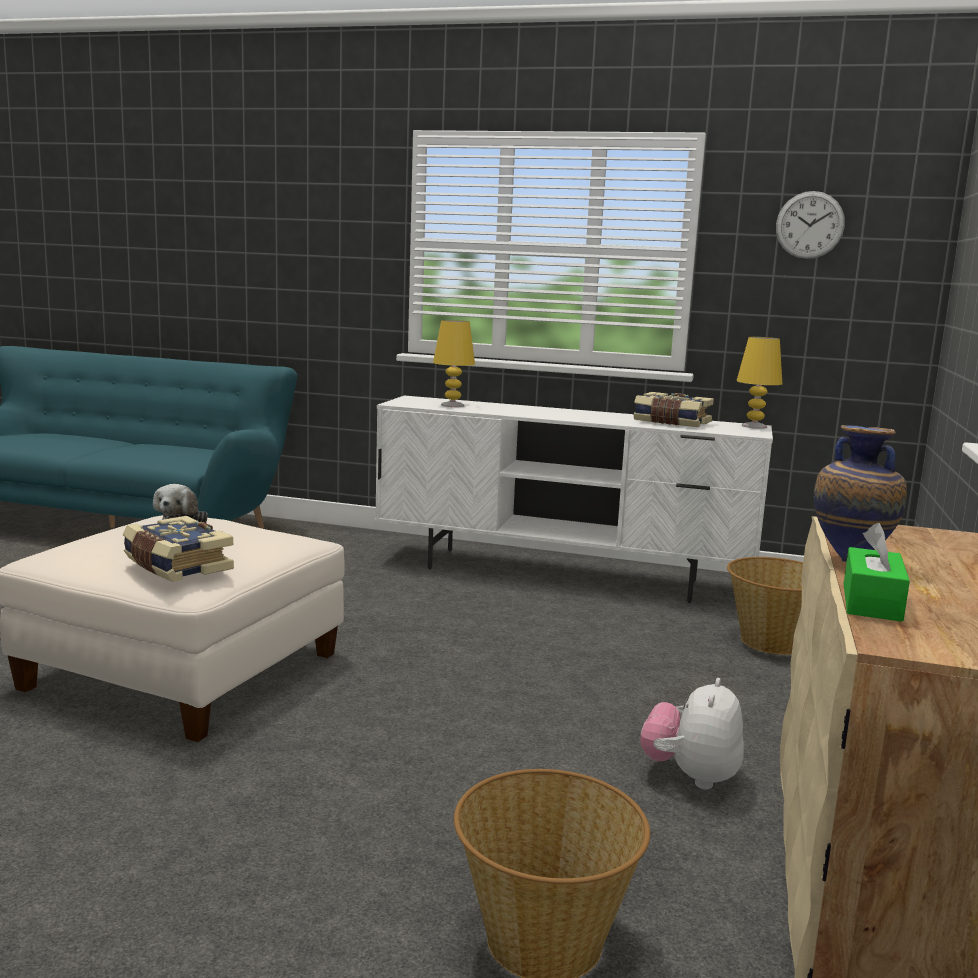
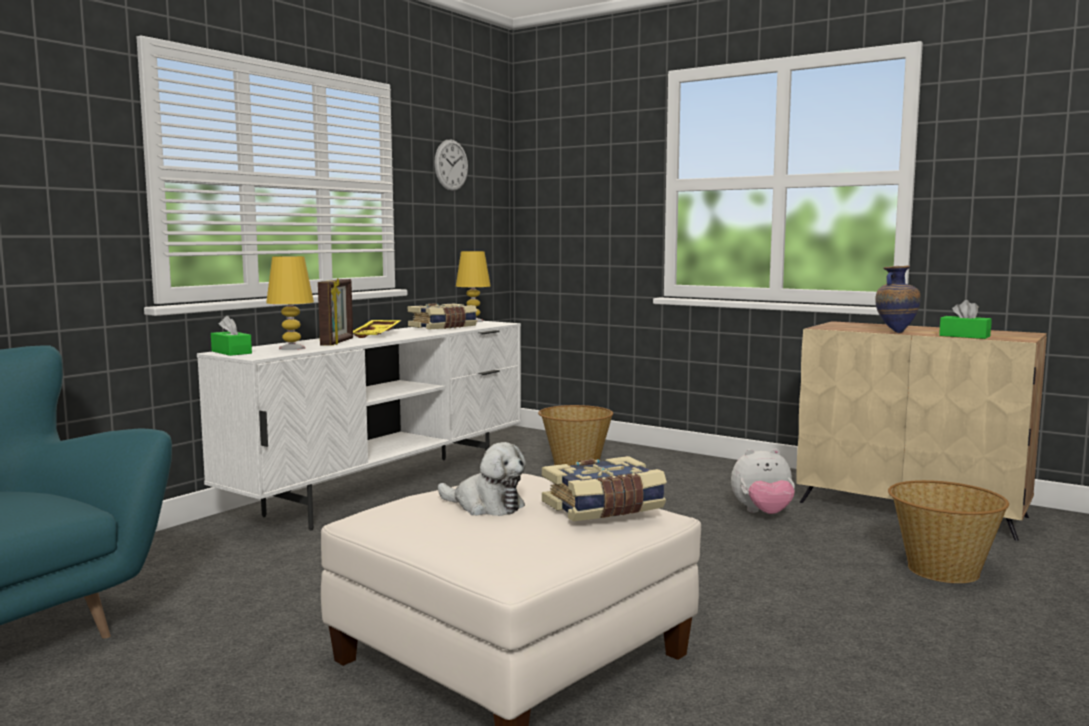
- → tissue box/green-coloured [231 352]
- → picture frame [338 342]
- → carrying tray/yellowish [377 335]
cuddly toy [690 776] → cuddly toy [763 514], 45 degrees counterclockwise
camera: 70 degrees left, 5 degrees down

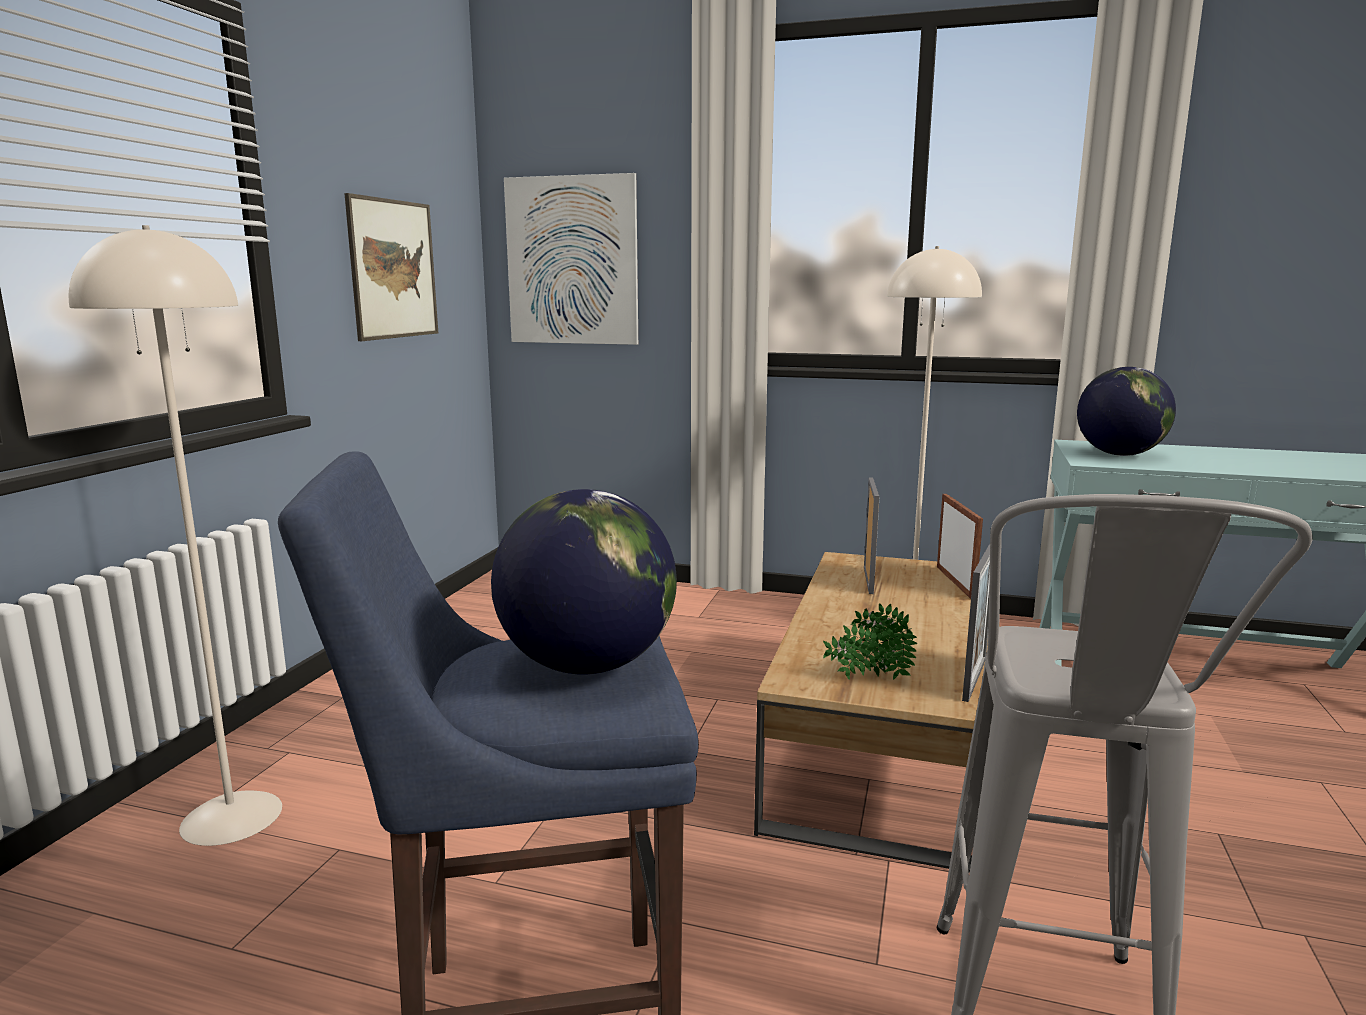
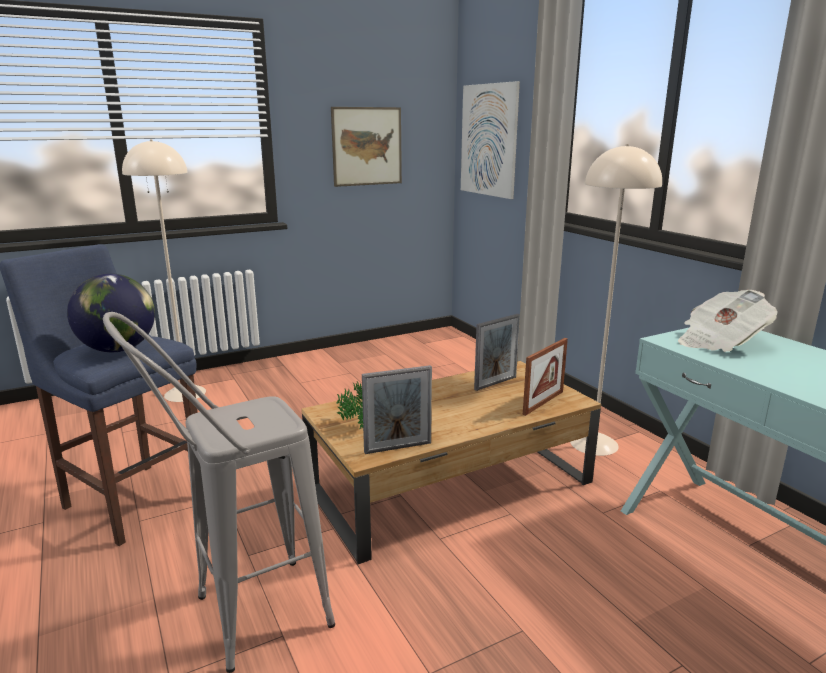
world globe [1119 455] → daily paper [719 342]
camera: 45 degrees right, 5 degrees up

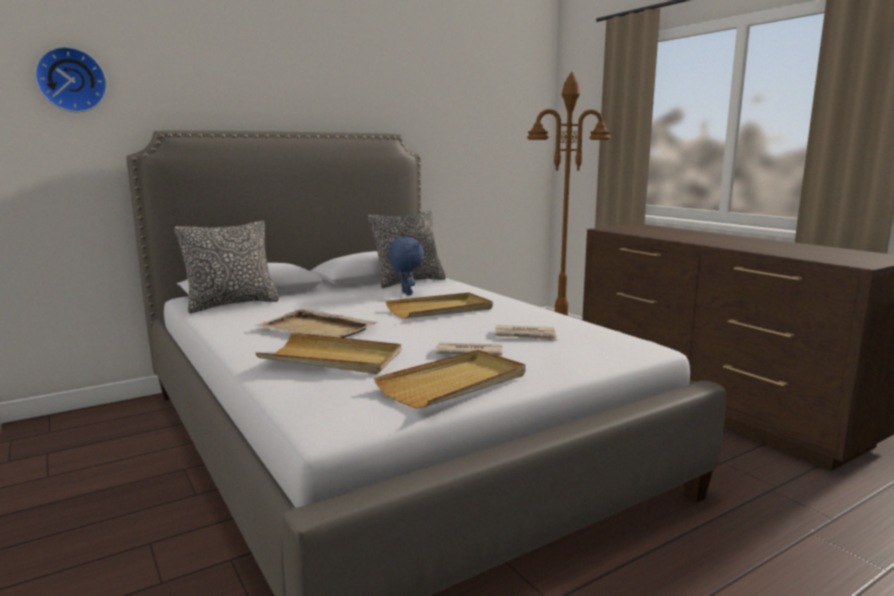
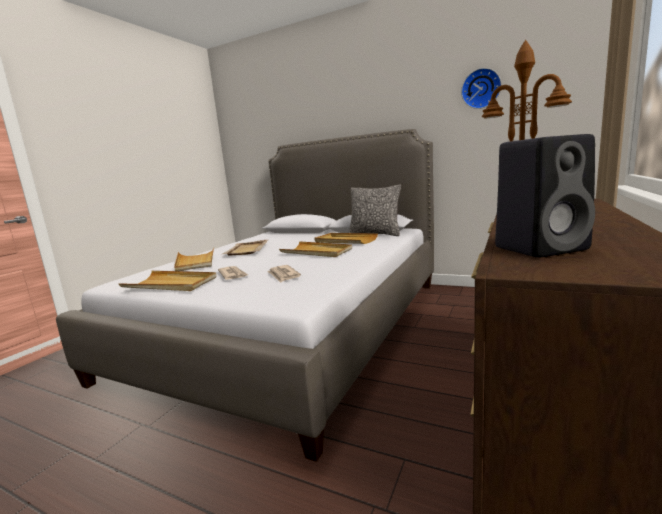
throw pillow [232 304] → -
- → loudspeaker/black-coloured [542 248]
clock on the wall [71 80] → clock on the wall [481 89], shifted
cuddly toy/bluish [405 293] → carrying tray/sand-coloured [345 241]
camera: 60 degrees right, 0 degrees up

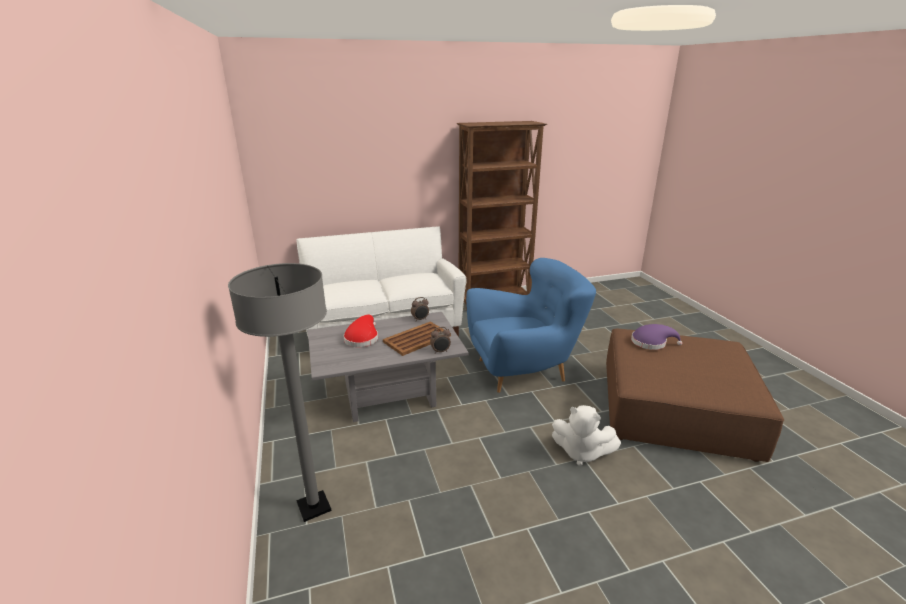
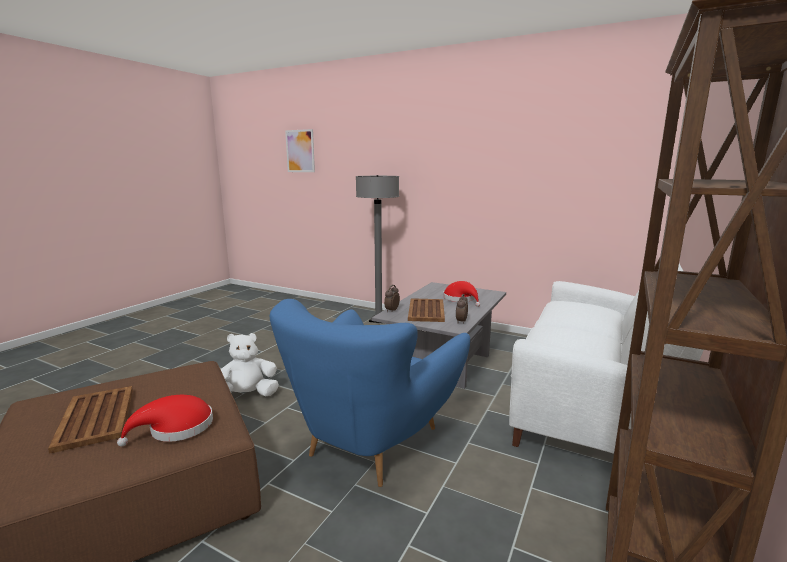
- → carrying tray/brown [95 418]
- → wall picture [300 151]
wearable hat/purplish [651 342] → wearable hat/red [176 428]
camera: 135 degrees right, 10 degrees down

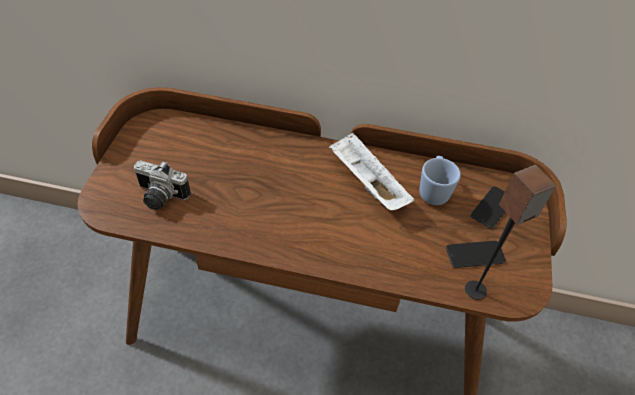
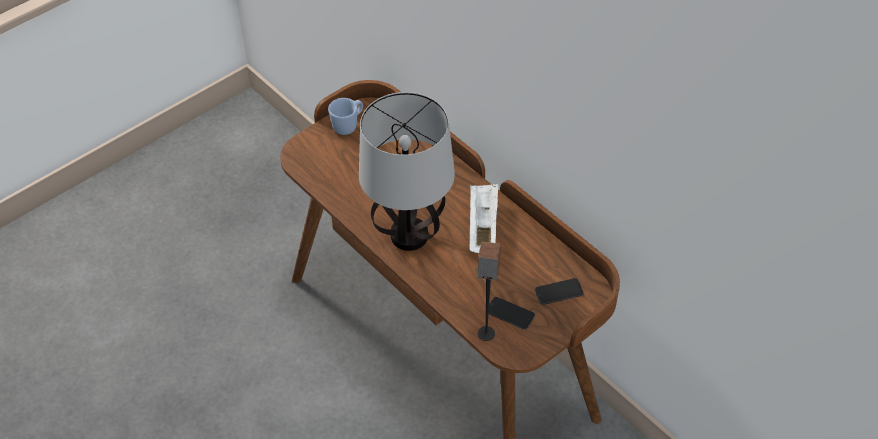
photo camera [159 197] → -
- → tabletop lamp [410 235]
coffee mug/bluish [433 191] → coffee mug/bluish [348 125], shifted
camera: 40 degrees right, 0 degrees up

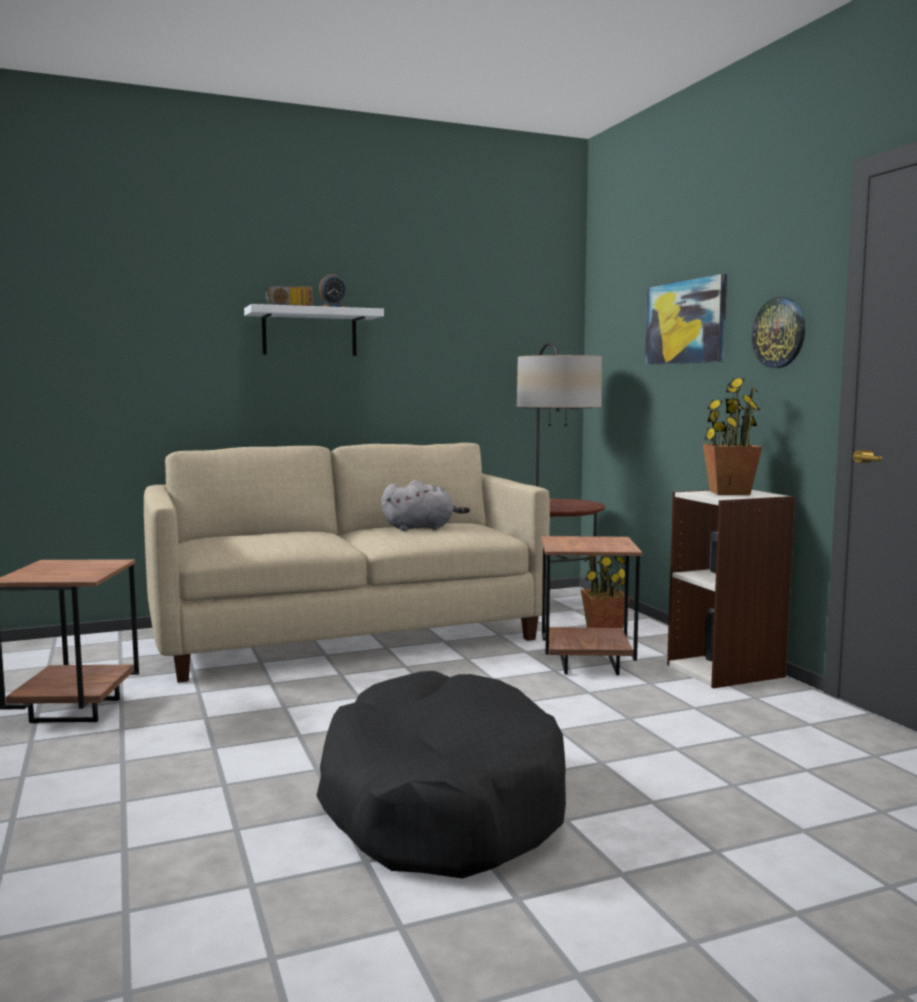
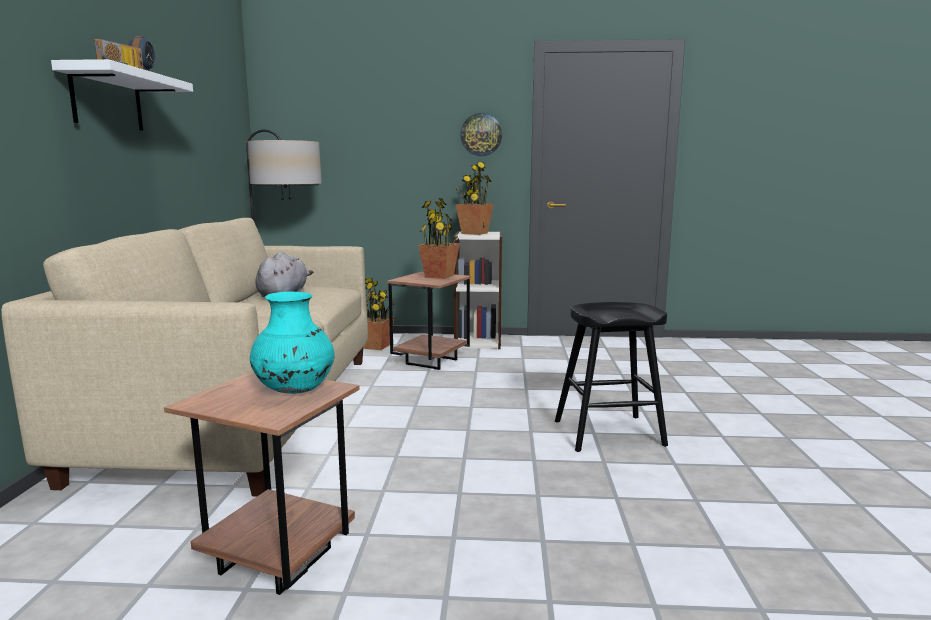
wall picture [685 322] → -
- → vase/turquoise-coloured [295 391]
- → plant in a pot [440 276]
dog bed/black-coloured [441 802] → stool/black-coloured [608 433]
camera: 65 degrees left, 5 degrees up

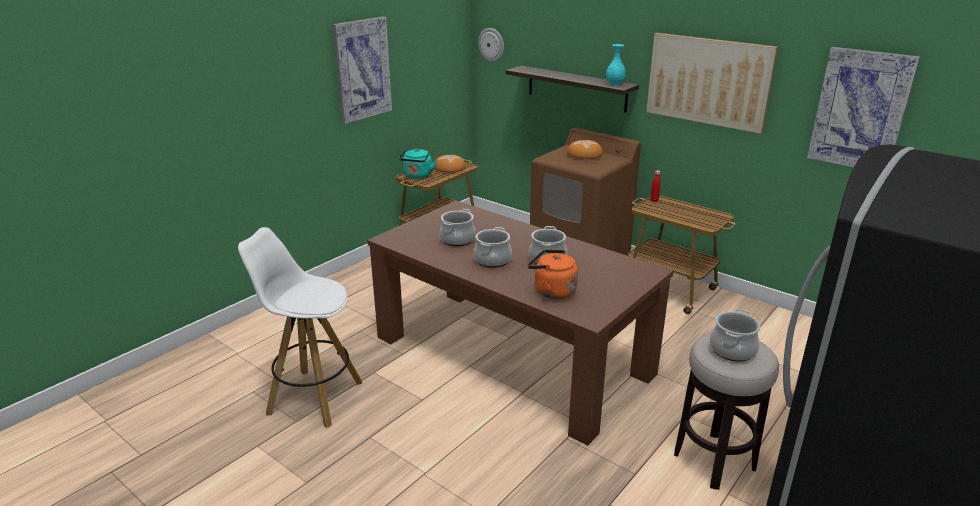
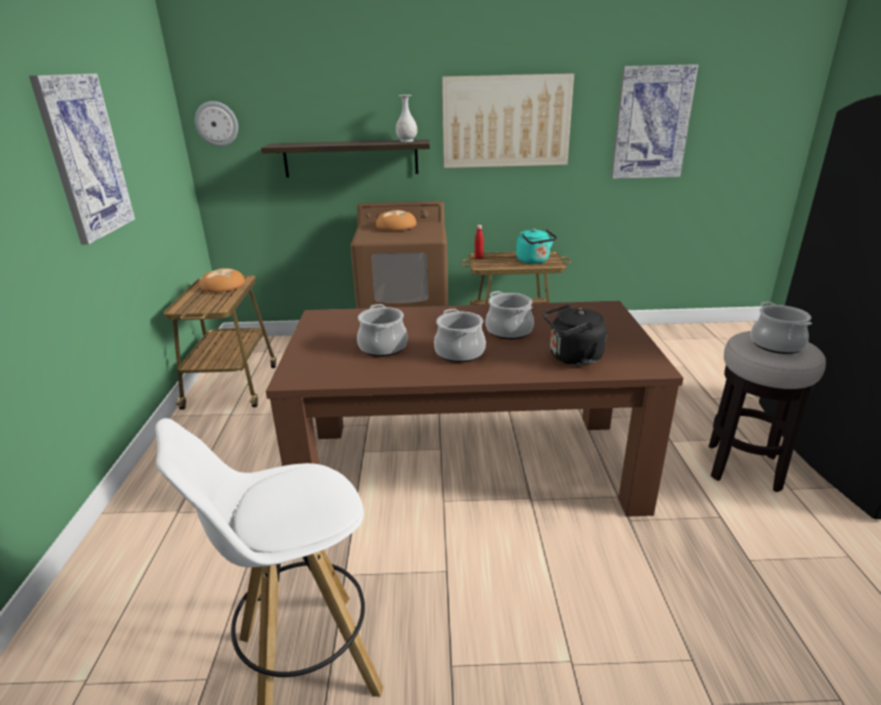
kettle/turquoise-coloured [417 176] → kettle/turquoise-coloured [534 261], shifted
kettle/orangey [552 291] → kettle/black-coloured [572 358]
vase/turquoise-coloured [615 83] → vase/whitish [406 141]
camera: 40 degrees left, 0 degrees up

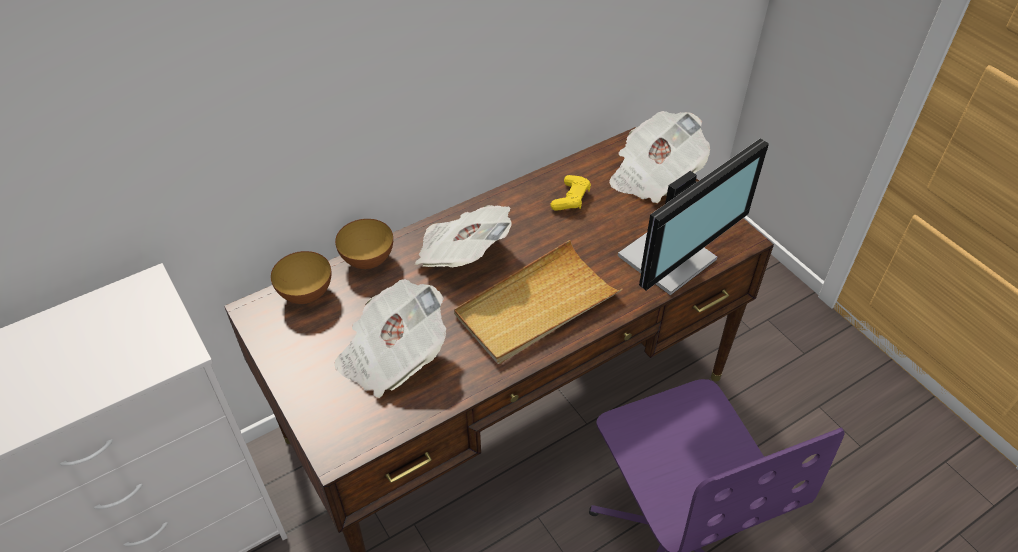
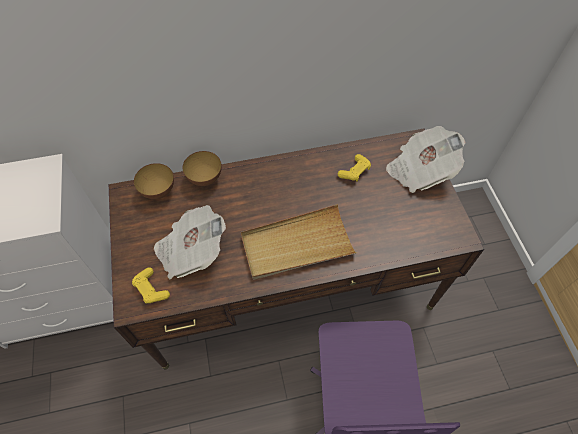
daily paper [462 254] → -
computer display [671 259] → -
- → game controller/yellowish [151 289]
camera: 20 degrees right, 10 degrees up

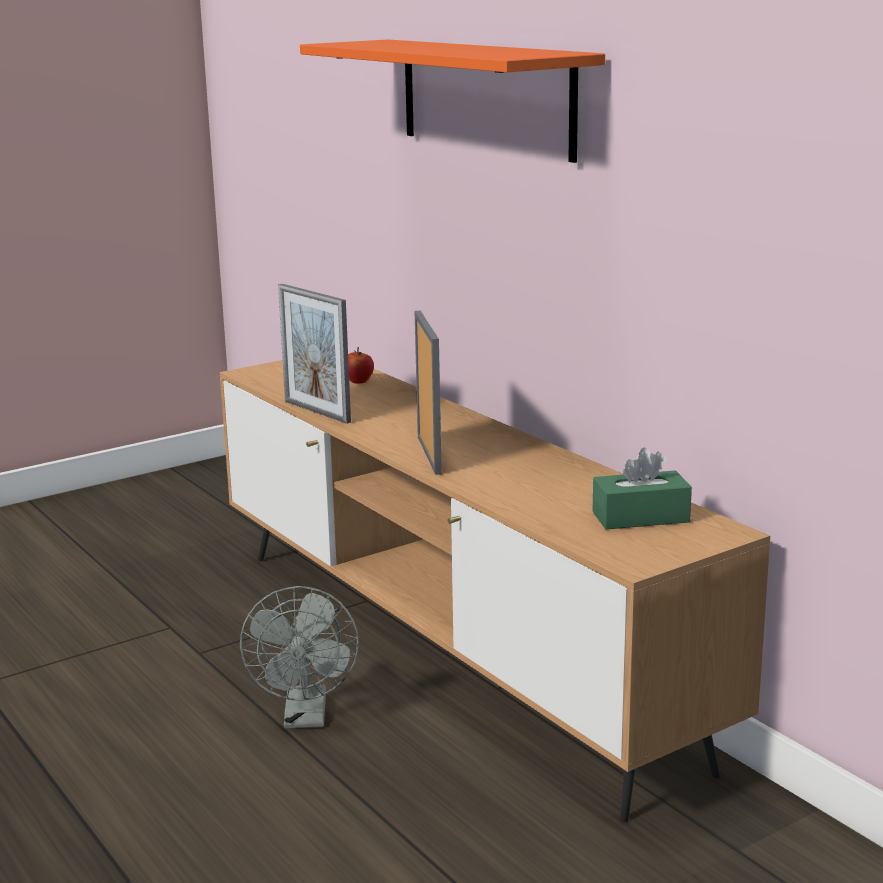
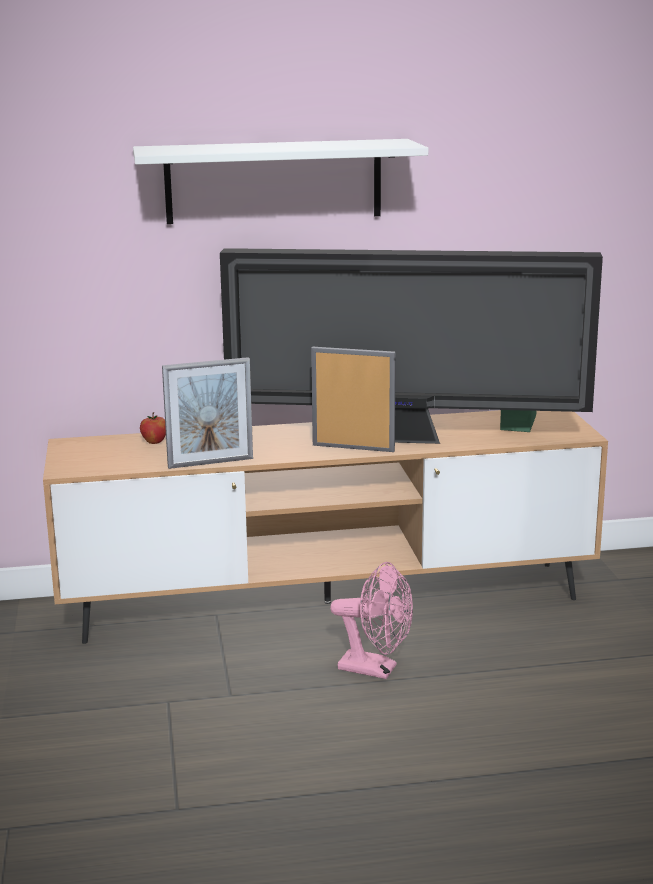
- → TV set [406 439]
electric fan/greyish [306 718] → electric fan/pinkish [376 669]
shelf/orangey [486 97] → shelf/whitish [273 181]
camera: 65 degrees left, 0 degrees up

